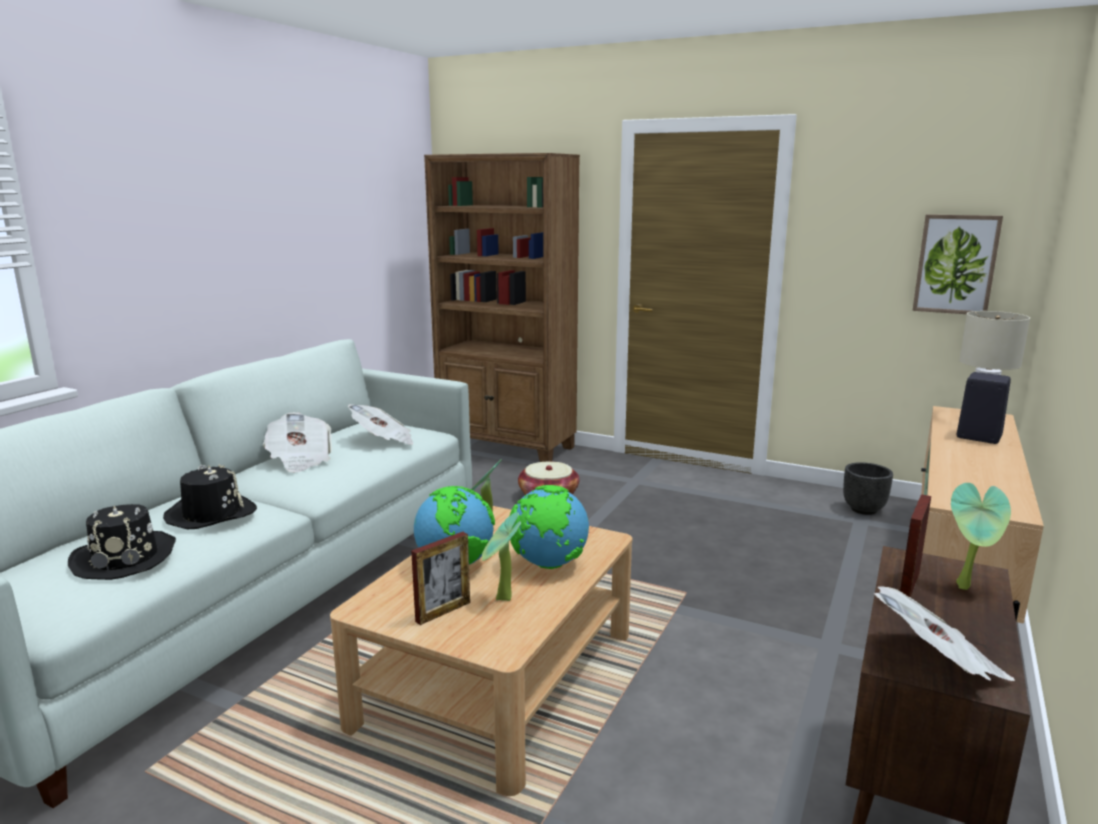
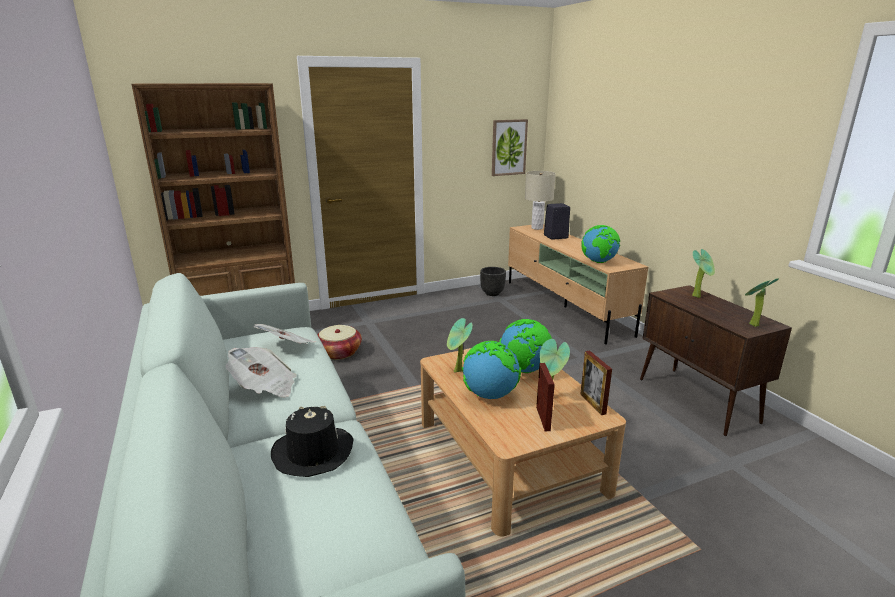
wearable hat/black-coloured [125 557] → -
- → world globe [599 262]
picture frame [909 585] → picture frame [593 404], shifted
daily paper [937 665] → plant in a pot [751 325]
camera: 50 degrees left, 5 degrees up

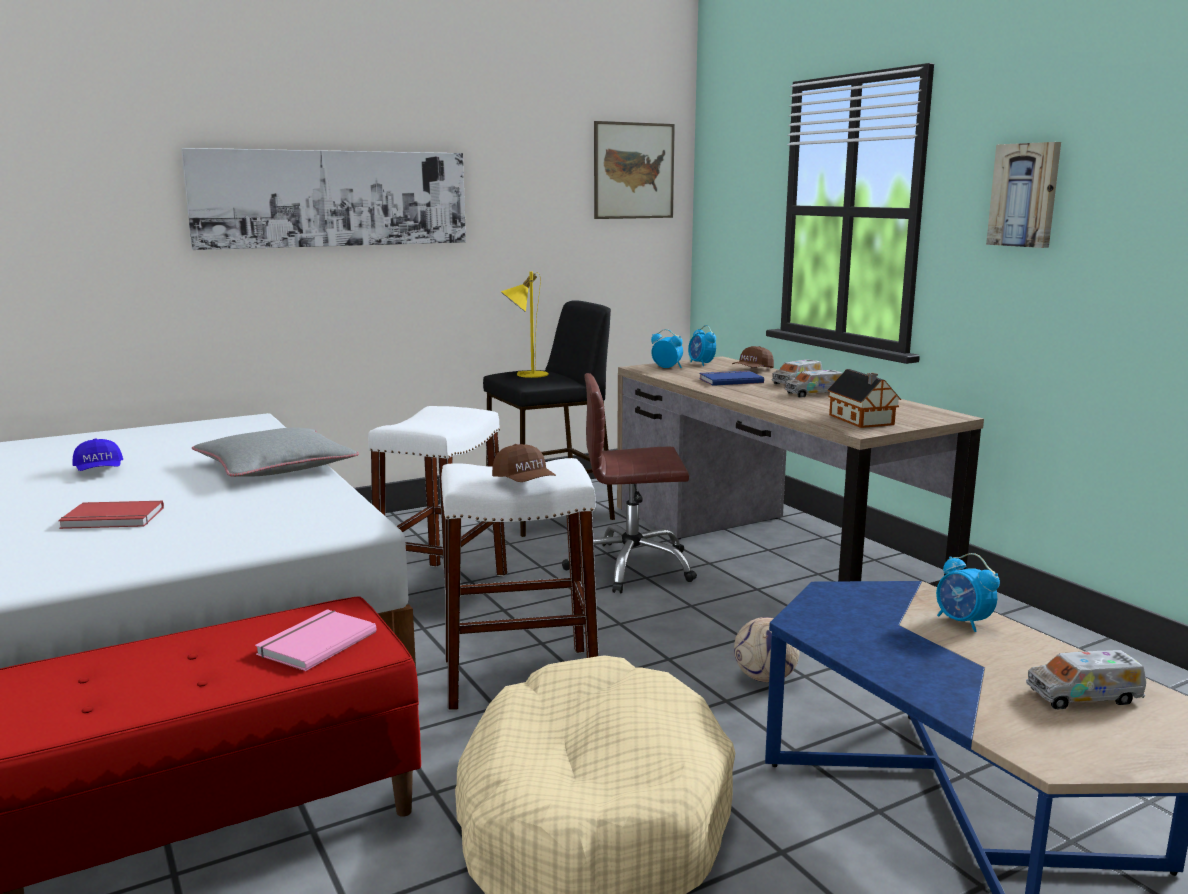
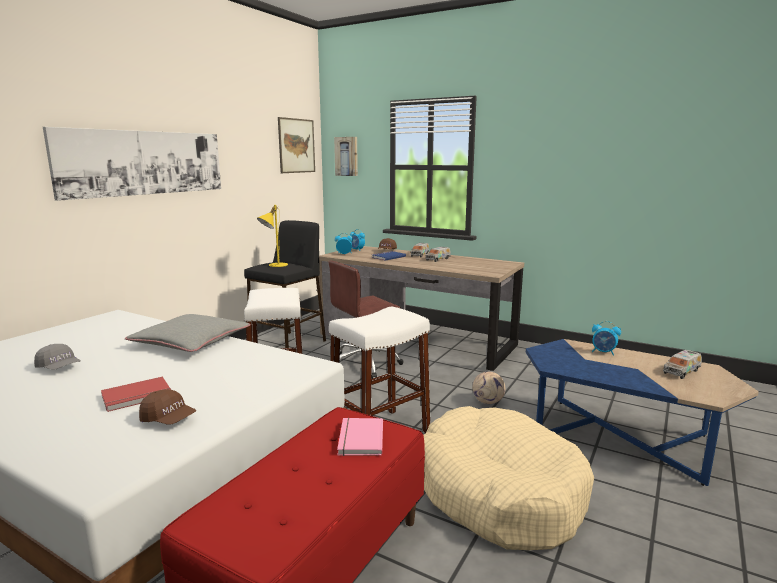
miniature house [862 420] → -
cap/brown [524 482] → cap/brown [169 419], shifted
wall picture [1025 195] → wall picture [347 156], shifted
cap/bluish [99 471] → cap/greyish [59 367]
camera: 30 degrees left, 0 degrees up

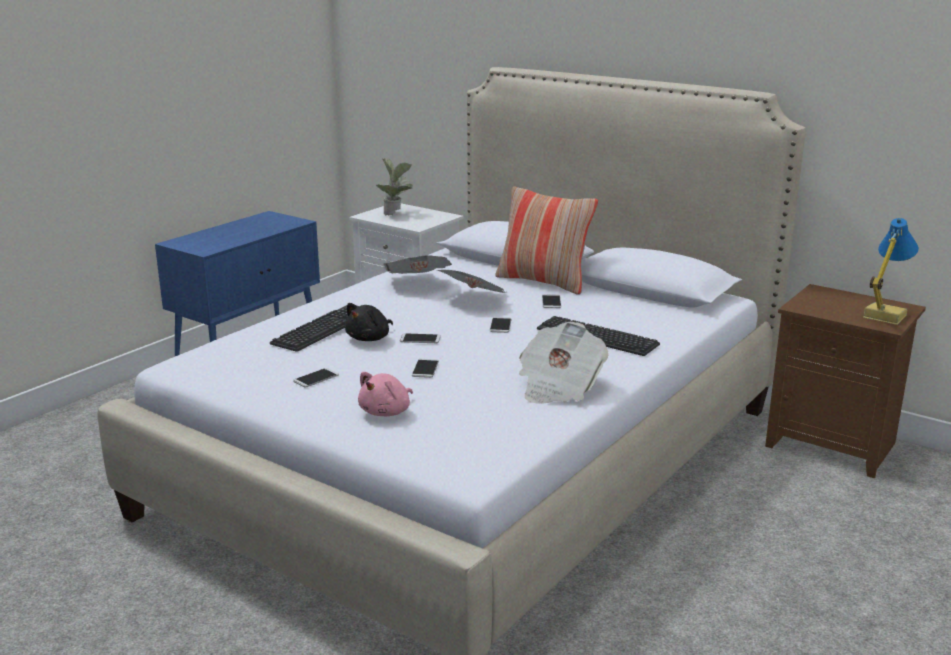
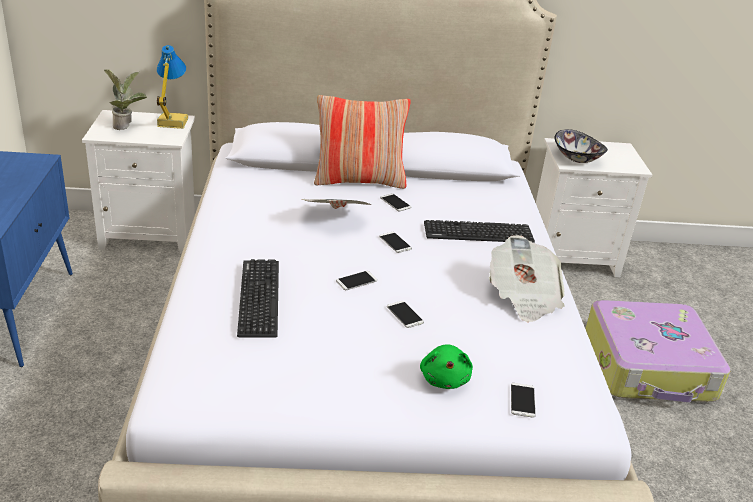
cuddly toy/black-coloured [370 338] → -
daily paper [417 283] → -
- → serving bowl [577 158]
- → suitcase [649 366]
telephone [316 378] → telephone [522 400], shifted
tabletop lamp [882 316] → tabletop lamp [171 122], shifted
cuddly toy/pinkish [387 412] → cuddly toy/green-coloured [444 378]
bedside table/brown [834 445] → bedside table/whitish [572 256]
camera: 40 degrees left, 10 degrees up

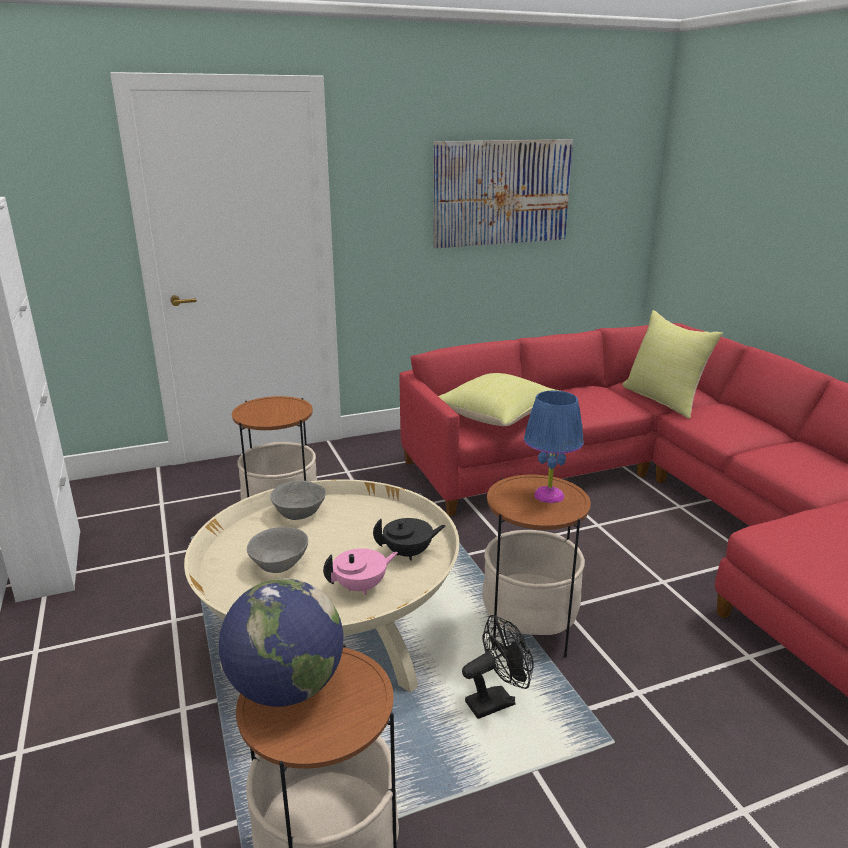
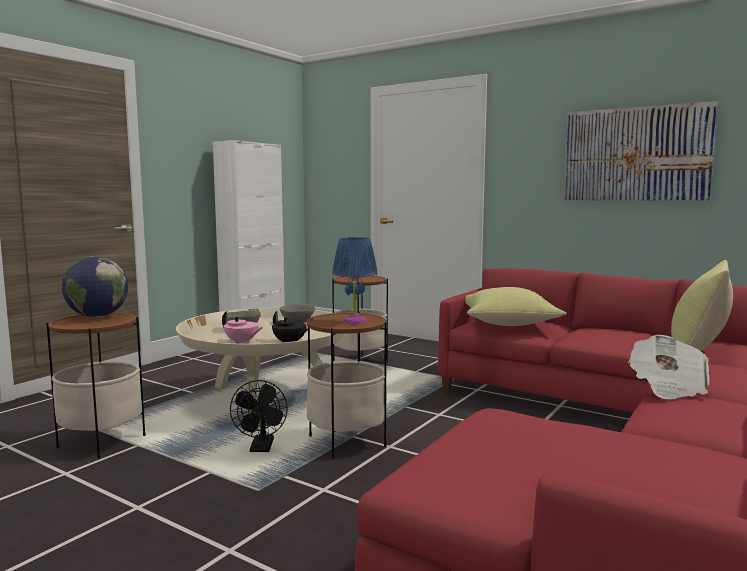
- → daily paper [667 387]
electric fan/black-coloured [496 700] → electric fan/black-coloured [261 448], 60 degrees clockwise
camera: 55 degrees right, 15 degrees down

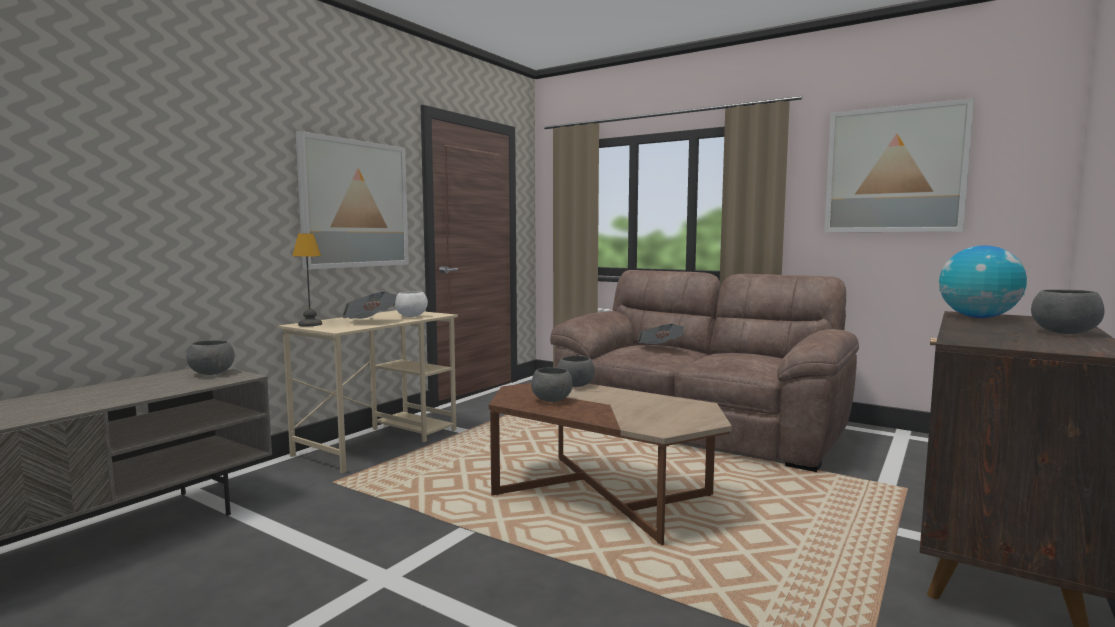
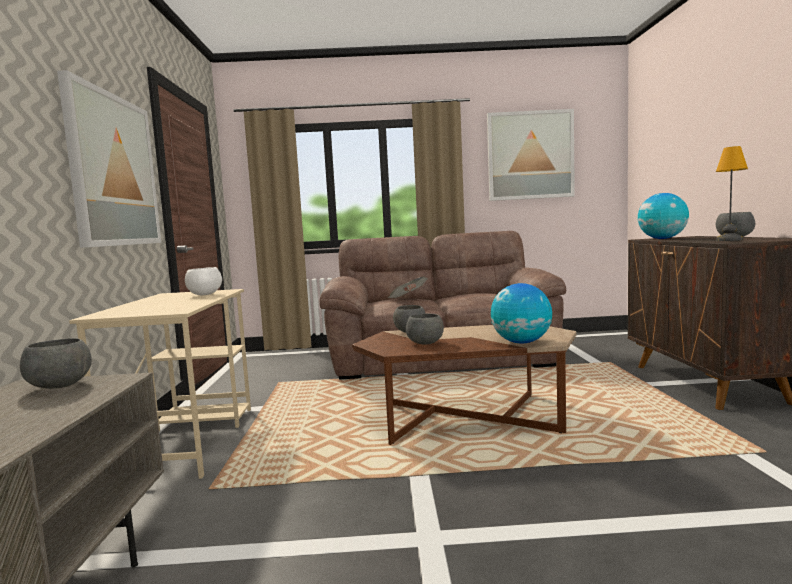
daily paper [369 321] → -
- → world globe [521 342]
tabletop lamp [310 324] → tabletop lamp [728 240], shifted
camera: 35 degrees left, 0 degrees up

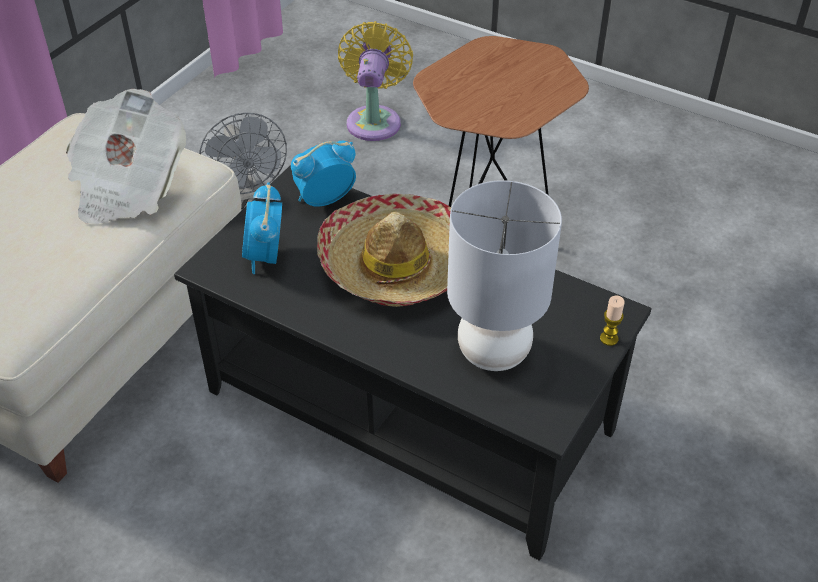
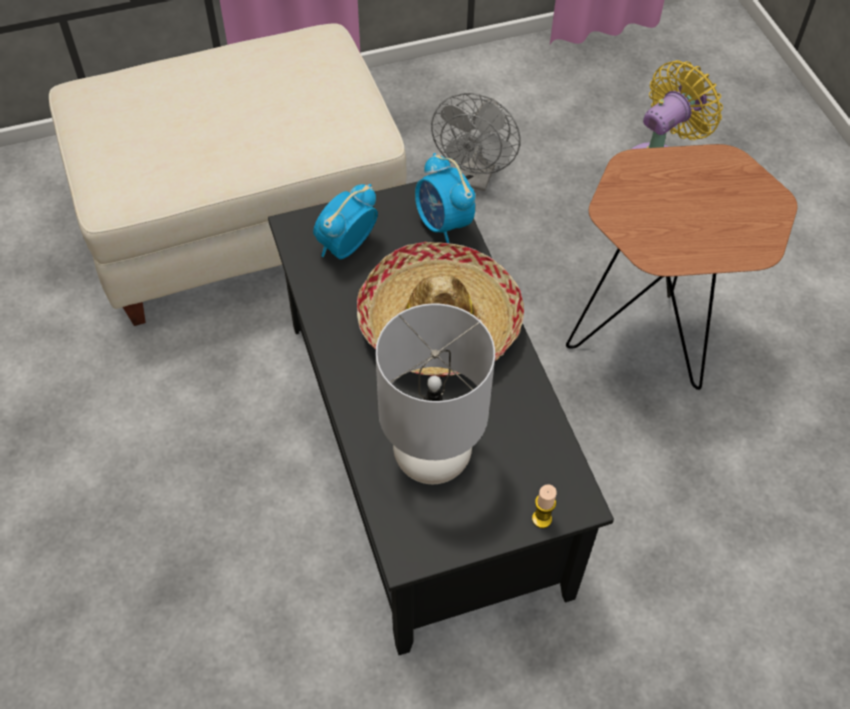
daily paper [128 185] → -
alarm clock [324 199] → alarm clock [443 224], 135 degrees counterclockwise
camera: 40 degrees right, 10 degrees up

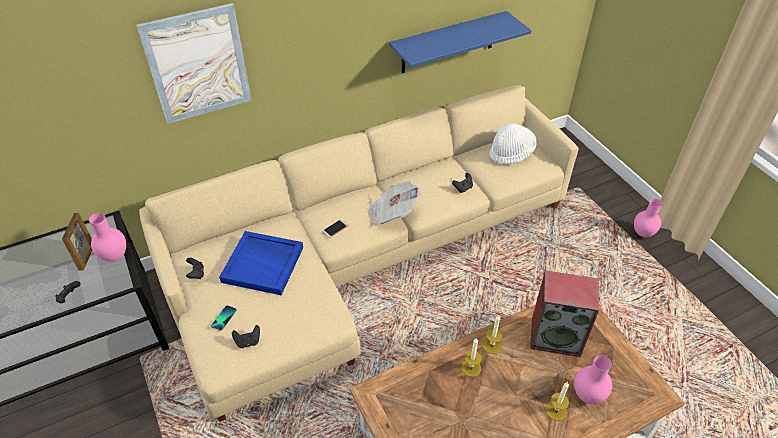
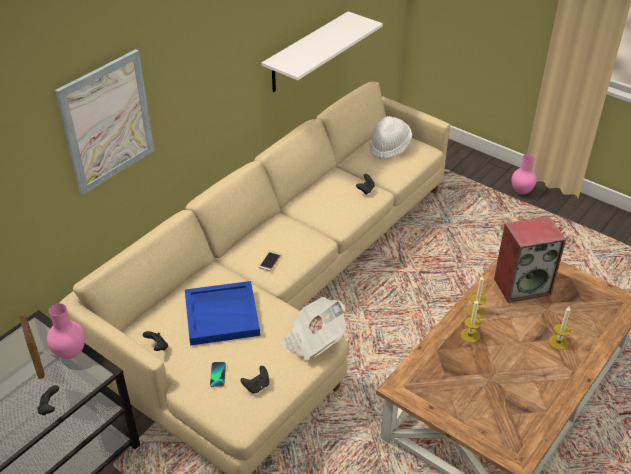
vase/pinkish [588 396] → -
daily paper [391 213] → daily paper [313 340], shifted
shelf/bluish [448 43] → shelf/whitish [306 53]
camera: 25 degrees left, 5 degrees down

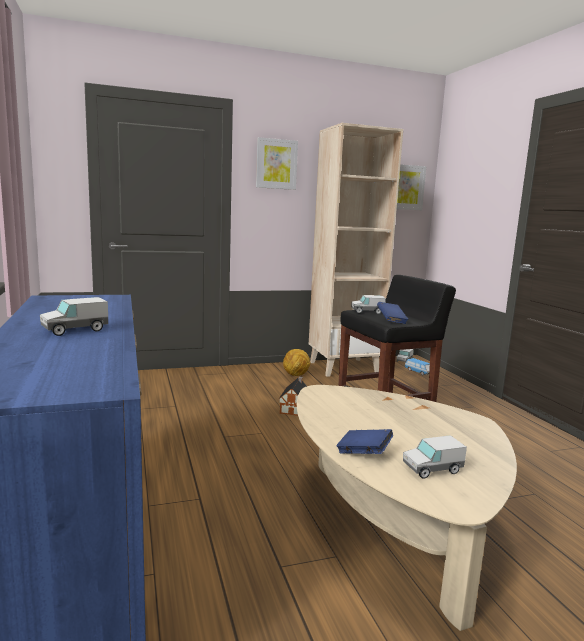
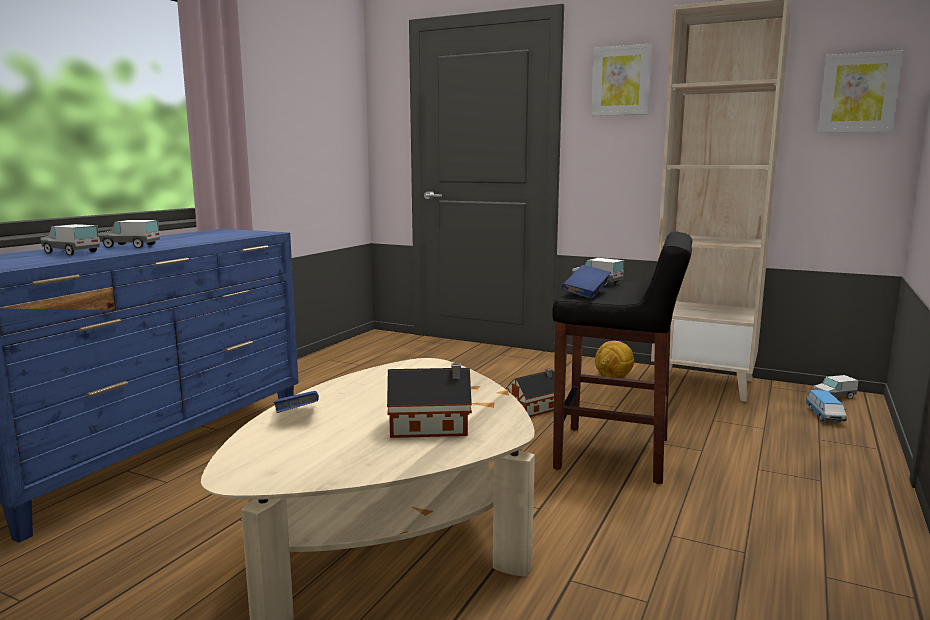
- → miniature house [432 427]
toy lorry [432 469] → toy lorry [71 252], shifted
camera: 45 degrees right, 0 degrees up

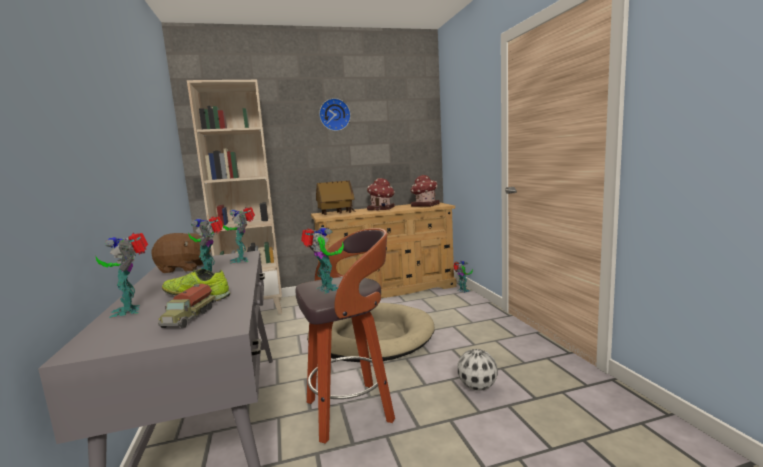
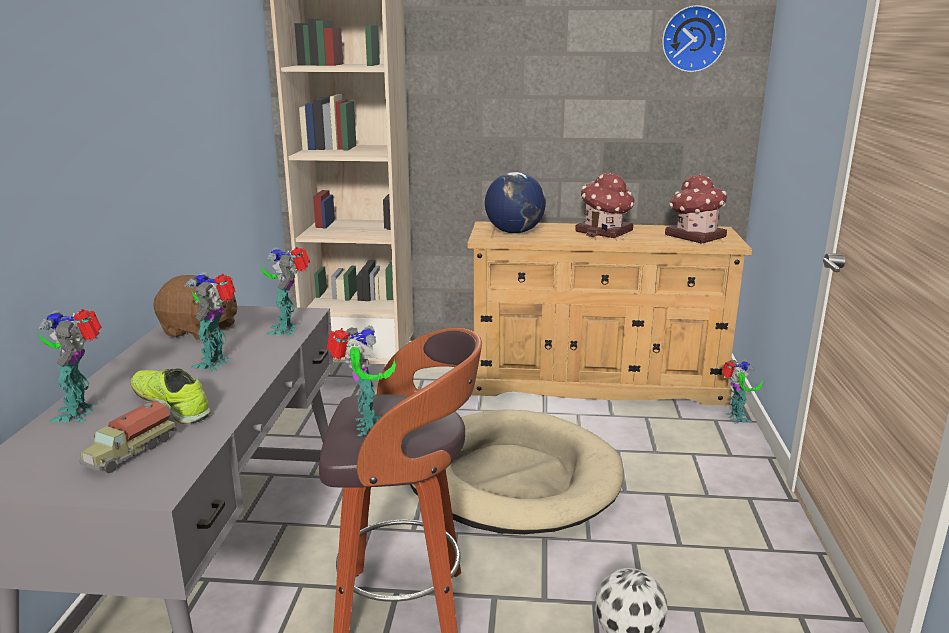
clock on the wall [334 115] → clock on the wall [693 39], shifted
miniature house [336 214] → world globe [514 232]
camera: 20 degrees right, 10 degrees up

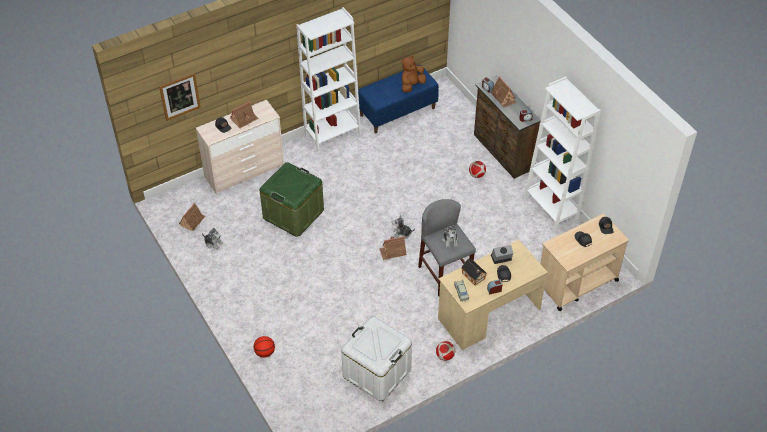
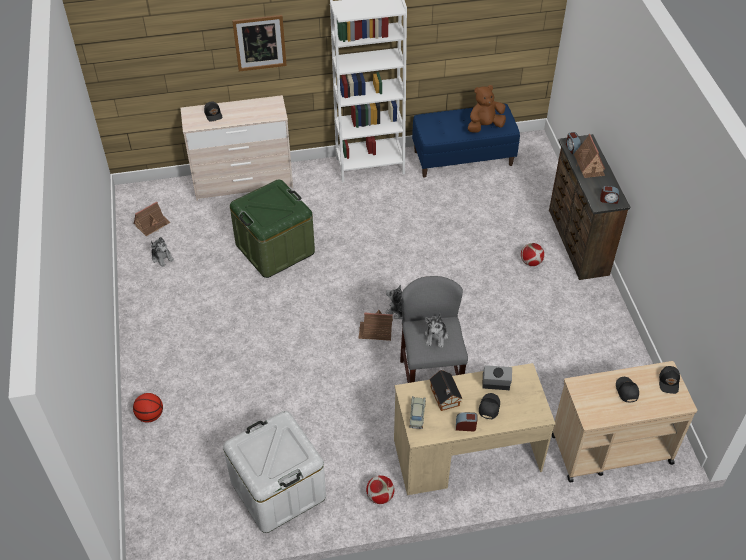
miniature house [244 119] → -
bookcase/whitish [551 208] → -
wall picture [180 96] → wall picture [259 42], shifted
camera: 20 degrees right, 0 degrees up

